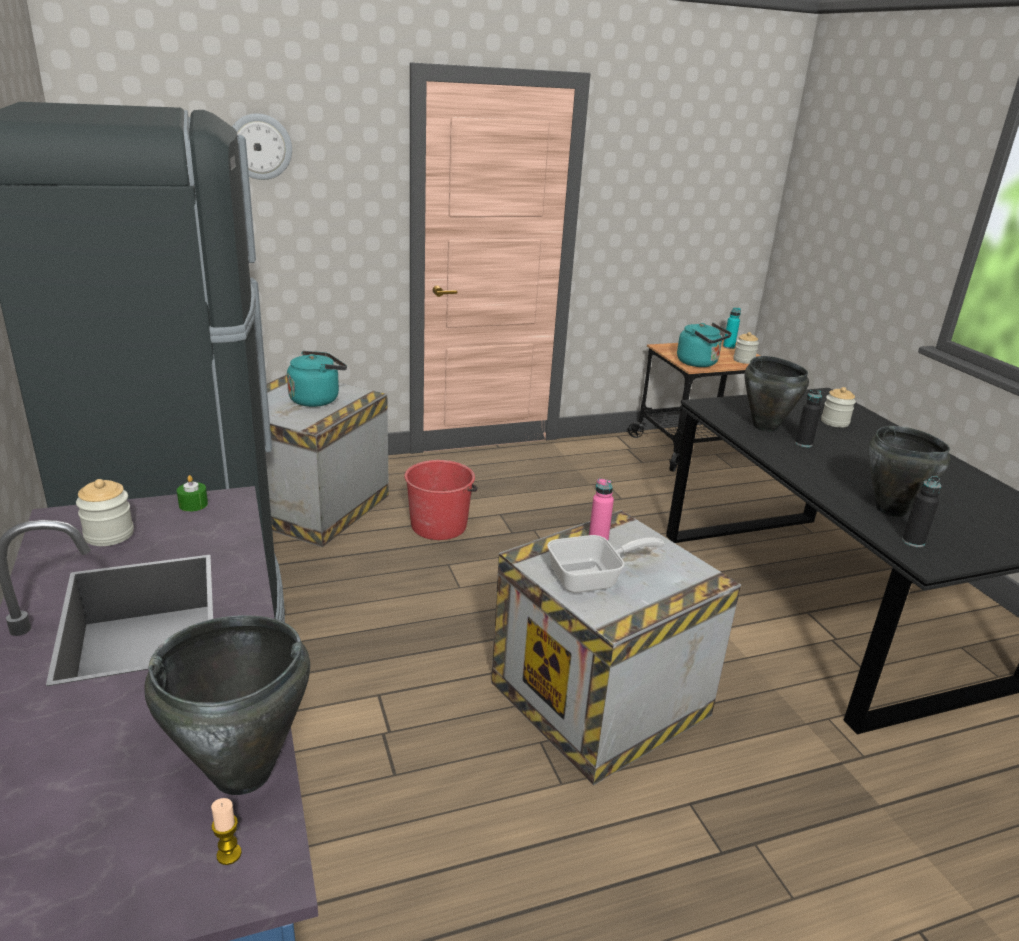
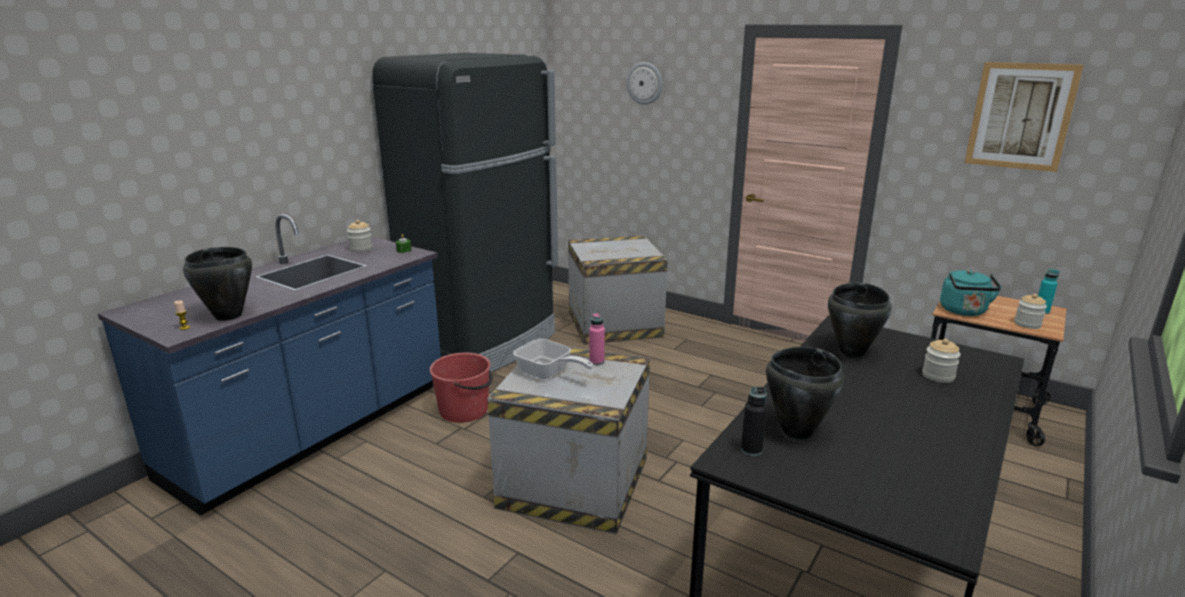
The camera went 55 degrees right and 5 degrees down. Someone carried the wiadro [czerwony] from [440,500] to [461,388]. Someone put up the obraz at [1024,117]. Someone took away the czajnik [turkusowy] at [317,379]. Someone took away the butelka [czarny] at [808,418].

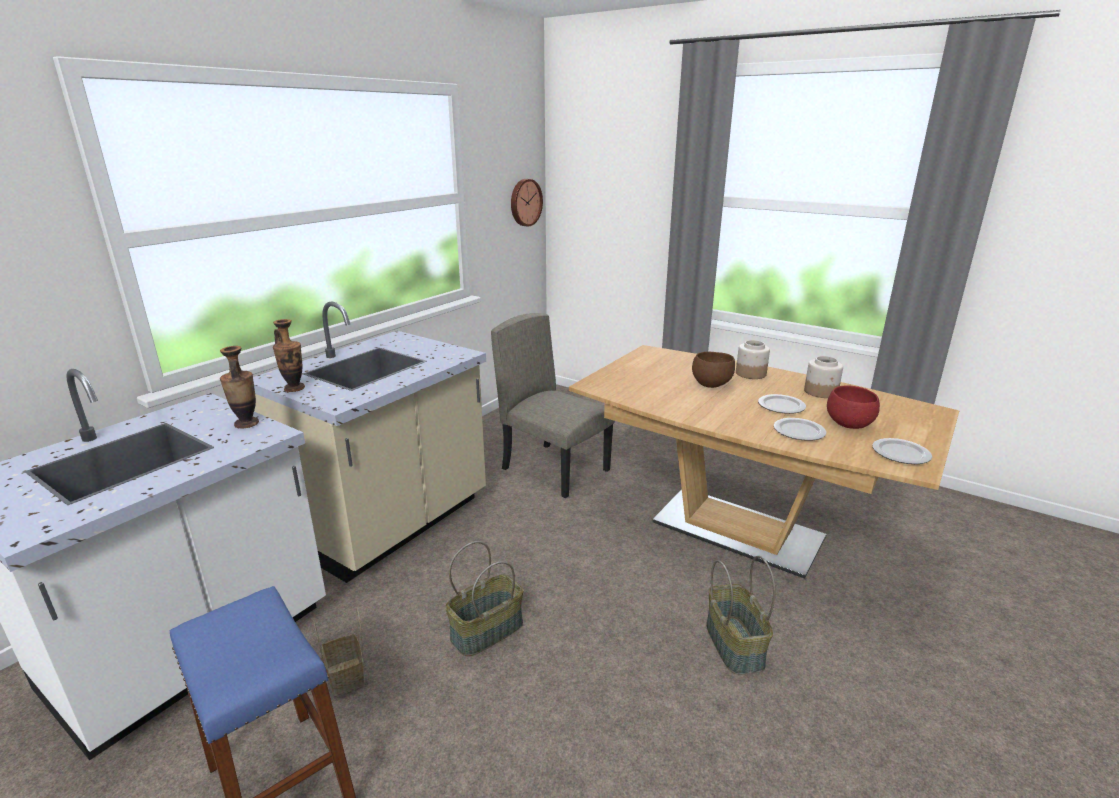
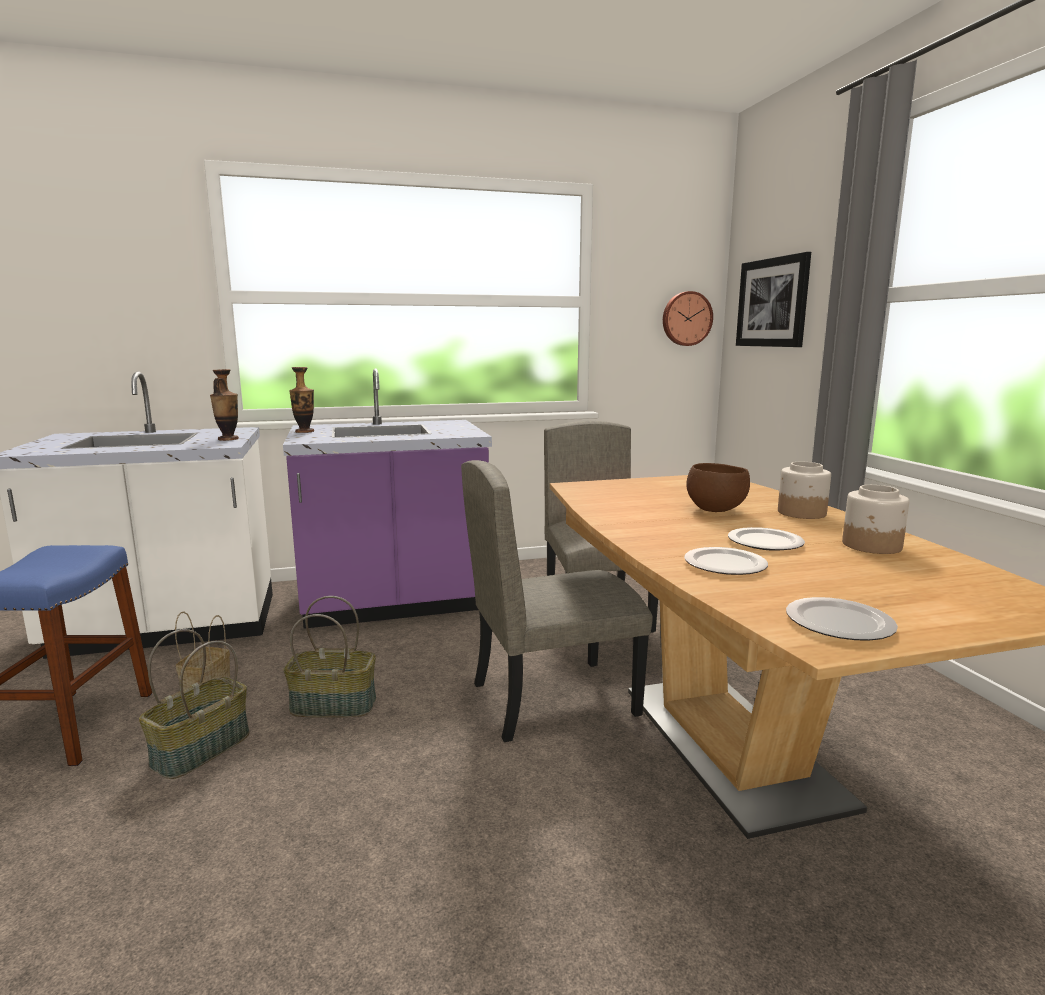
The camera went 40 degrees right and 10 degrees down. Someone carried the koszyk from [740,615] to [194,704]. Someone repainted the zabudowa kuchenna [beżowy] at [369,442], which became the zabudowa kuchenna [fioletowy] at [387,498]. Someone put down the krzesło [beżowy] at [556,601]. Someone put up the obraz at [773,299]. Someone took away the miska [czerwony] at [853,407].

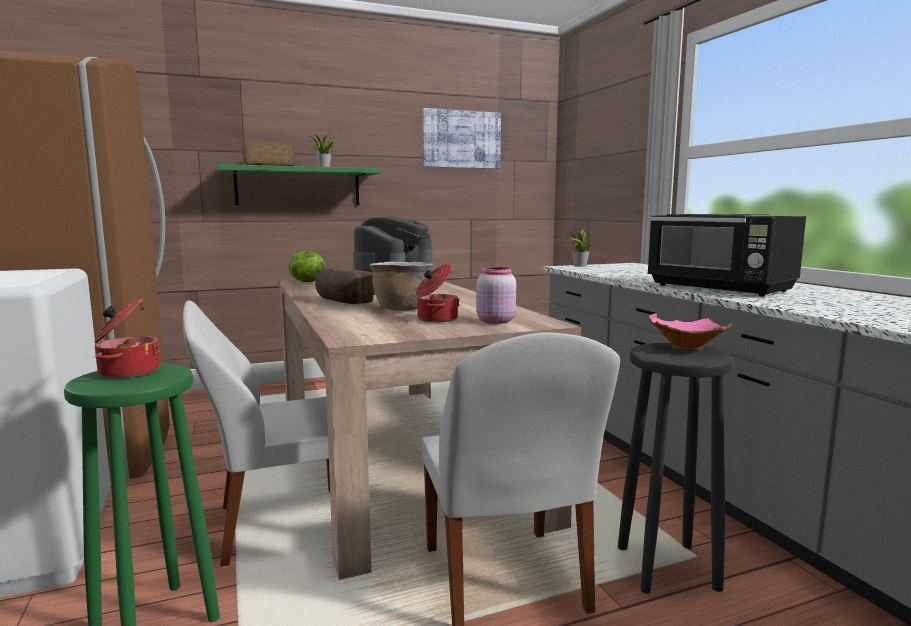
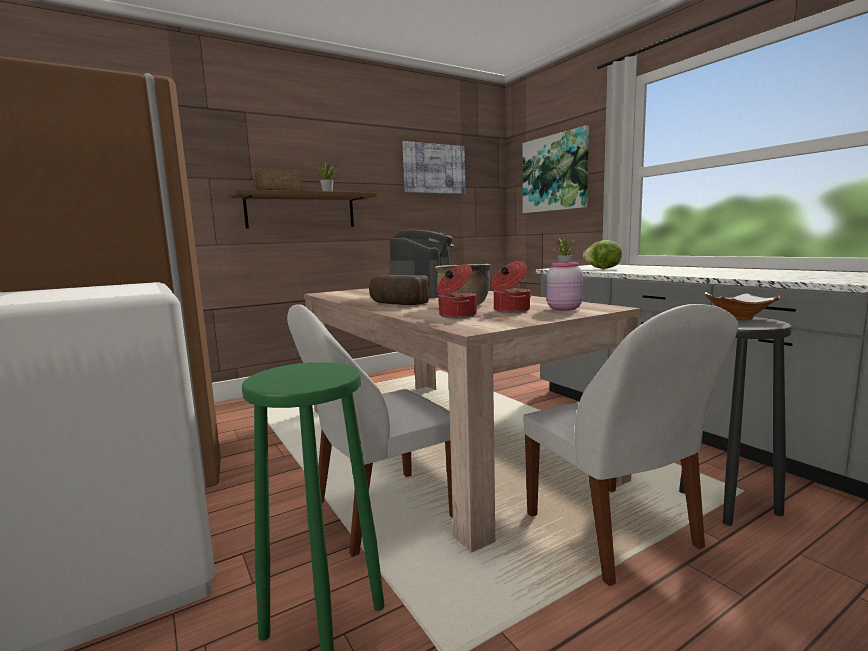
The camera went 10 degrees left and 0 degrees up. Someone repainted the półka [zielony] at [299,184], which became the półka [brązowy] at [303,208]. Someone carried the garnek from [127,338] to [457,291]. Someone put up the obraz at [556,169]. Someone carried the sałata from [306,266] to [602,254]. Someone repainted the miska [różowy] at [690,332], which became the miska [biały] at [743,306]. Someone took away the mikrofalówka [czarny] at [726,255].

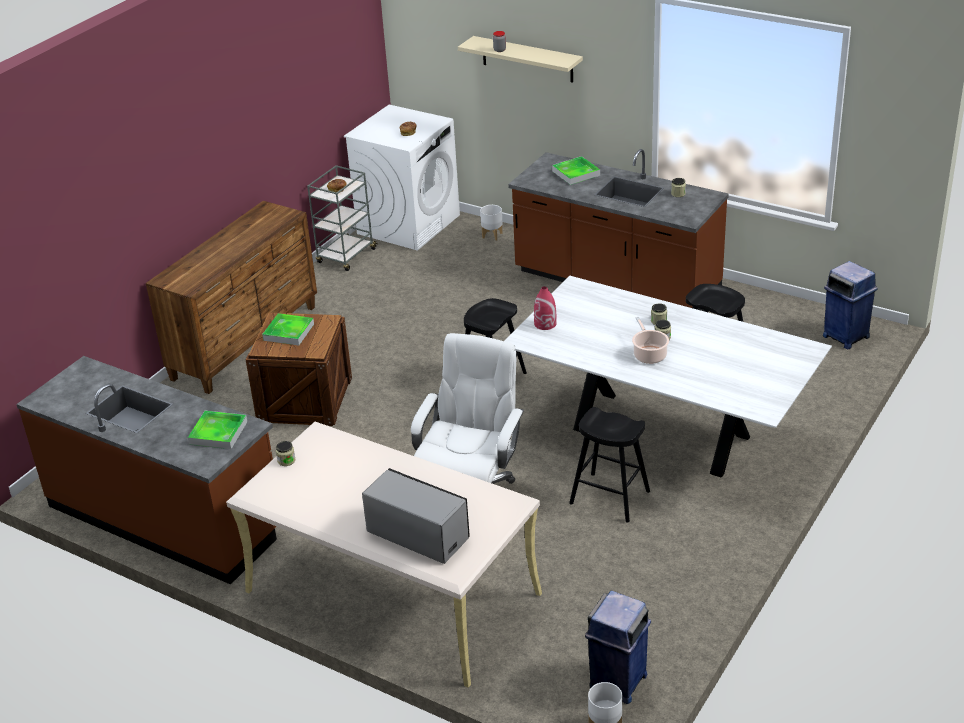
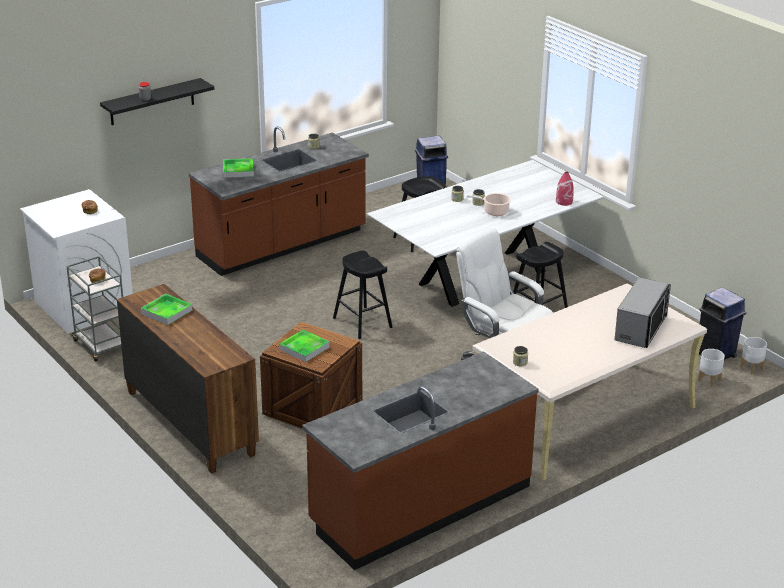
The camera went 70 degrees left and 5 degrees down. Someone repainted the półka [beżowy] at [520,59], which became the półka [czarny] at [157,101]. Someone carried the taca from [217,430] to [166,309]. Someone carried the wazon [czerwony] from [545,308] to [565,189]. Someone rotated the mikrofalówka at [416,516] by 150 degrees clockwise. Someone carried the donica [biały] from [491,223] to [711,368].

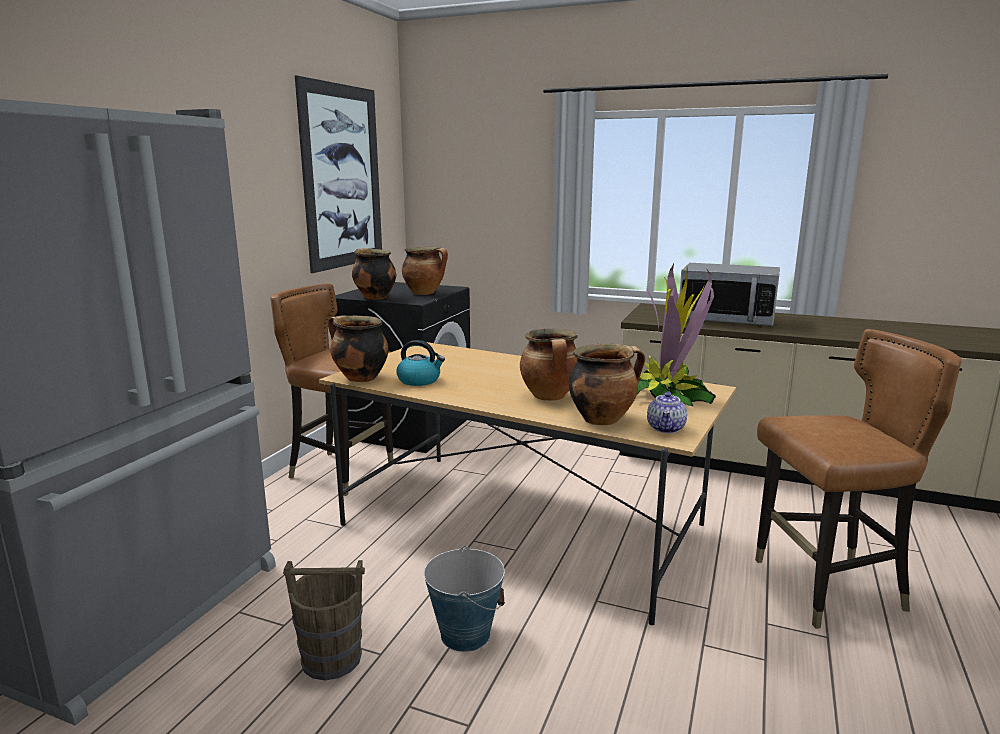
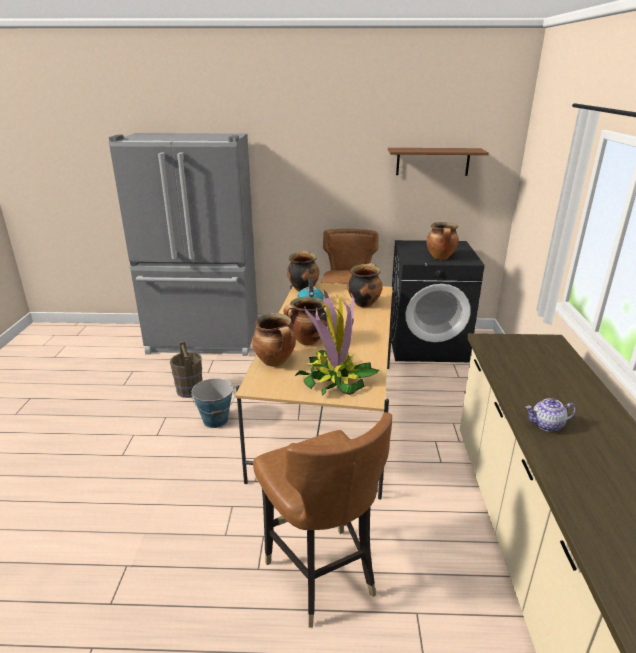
The camera went 70 degrees right and 10 degrees up. Someone carried the garnek from [374,274] to [365,285]. Someone swapped the obraz at [338,174] for the półka [brązowy] at [438,162]. Someone carried the imbryk from [667,412] to [551,415]. Someone took away the mikrofalówka at [729,294].

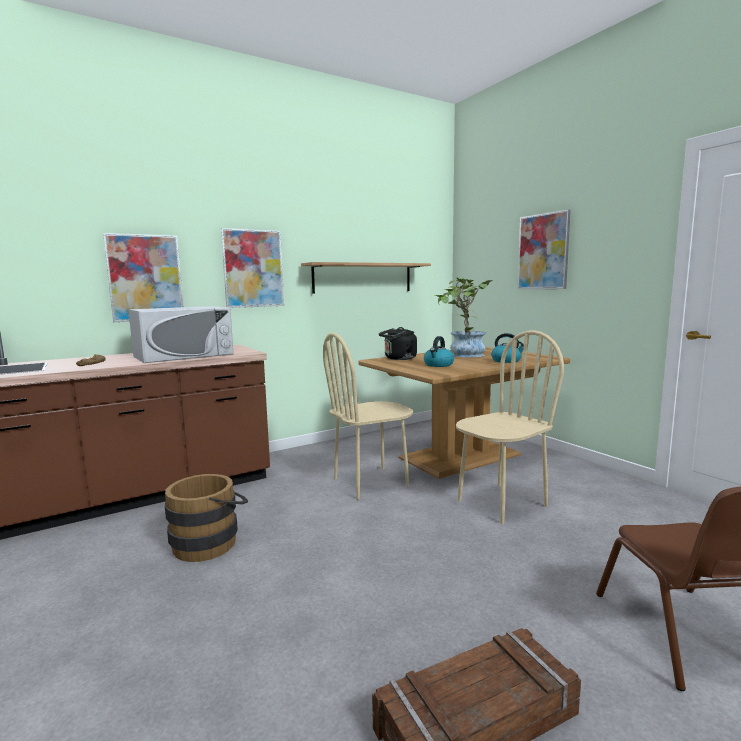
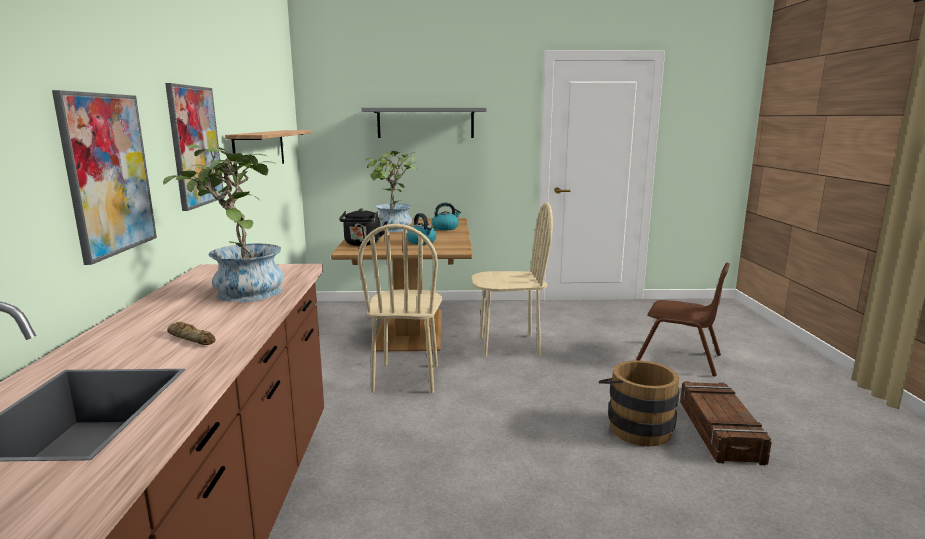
The camera went 60 degrees left and 5 degrees up. Someone swapped the mikrofalówka [biały] at [181,334] for the roślina doniczkowa at [223,223]. Someone swapped the obraz at [544,249] for the półka [szary] at [424,123]. Someone rotated the krzesło [beżowy] at [510,427] by 90 degrees clockwise. Someone carried the wiadro [brązowy] from [206,518] to [639,403].

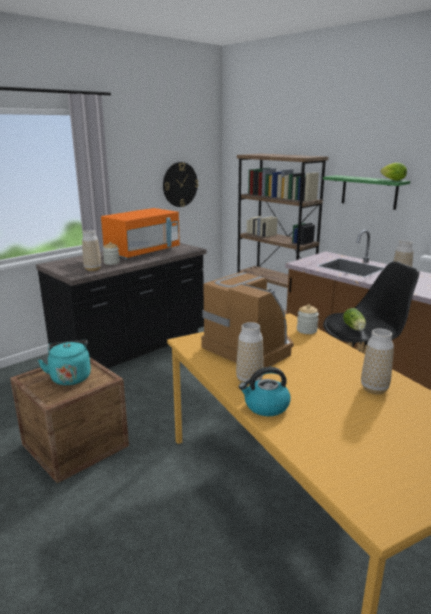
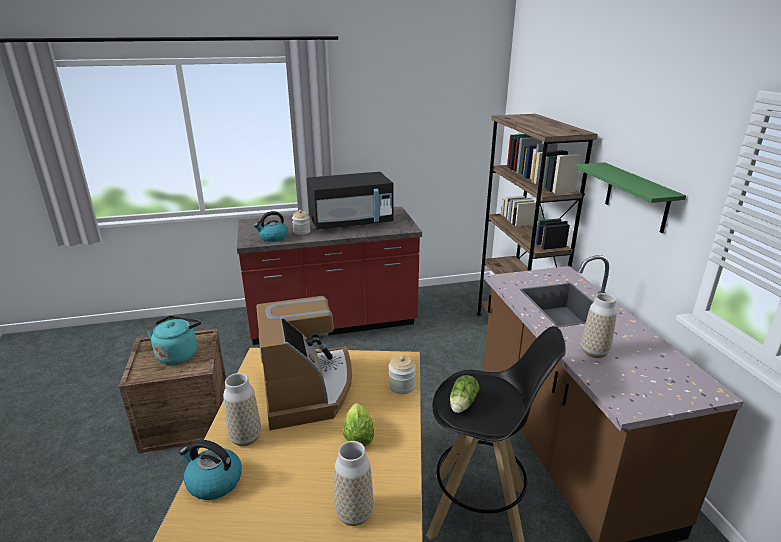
The camera went 30 degrees right and 5 degrees up. Someone repainted the zabudowa kuchenna [czarny] at [121,306], which became the zabudowa kuchenna [czerwony] at [329,276]. Someone swapped the wazon at [91,250] for the czajnik at [271,226]. Someone repainted the mikrofalówka [pomarańczowy] at [140,233], which became the mikrofalówka [czarny] at [350,201]. Someone carried the sałata from [393,172] to [358,424]. Someone took away the zegar ścienny at [180,184].

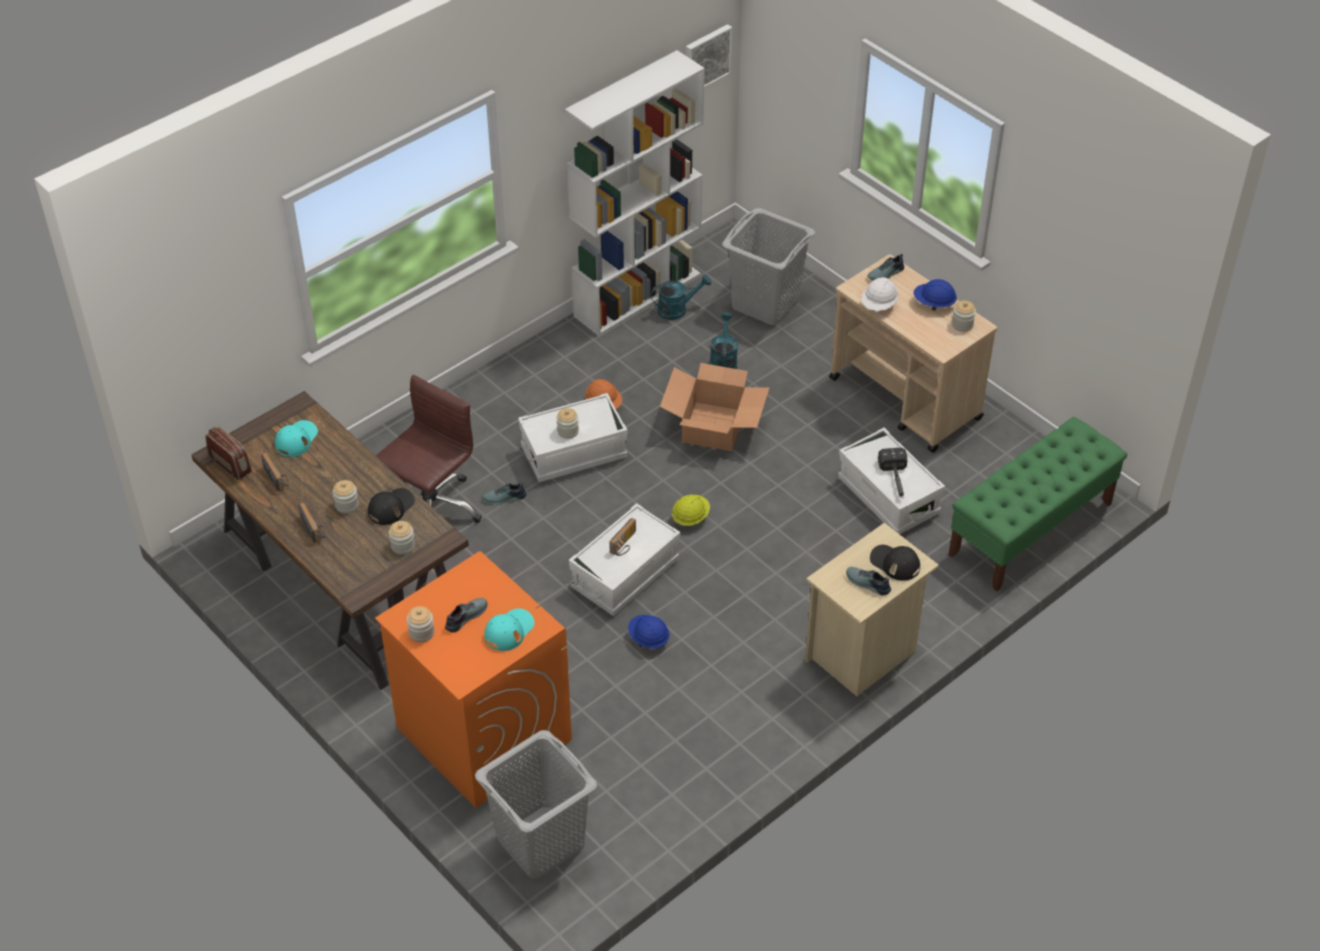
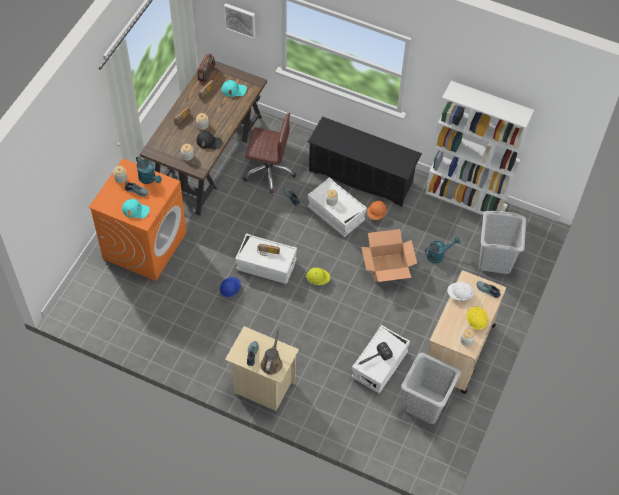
The camera went 65 degrees right and 10 degrees up. Someone carried the konewka [turkusowy] from [681,297] to [149,170]. Someone carried the obraz from [709,56] to [240,21]. Someone swapped the czapka z daszkiem [czarny] at [895,563] for the konewka [brązowy] at [271,350]. Someone put down the regał na buty [czarny] at [364,161]. Someone carried the kosz na pranie [szary] from [536,804] to [431,388]. Someone repainted the kask [niebieski] at [935,295], which became the kask [żółty] at [477,318]. Someone took away the ławka [zielony] at [1038,504].

